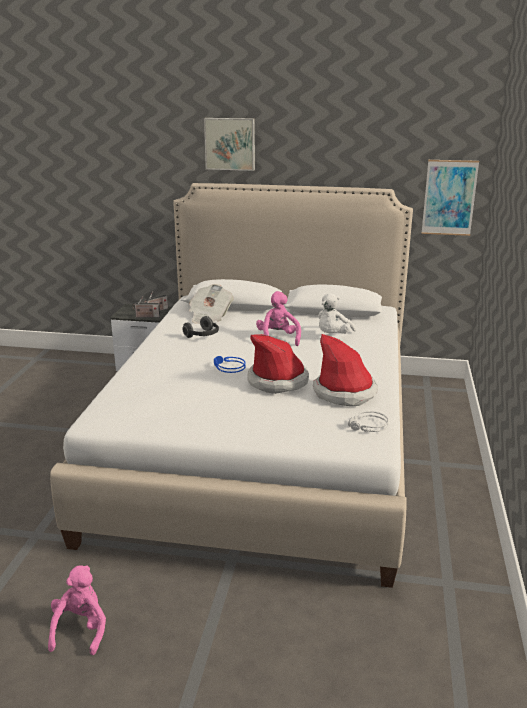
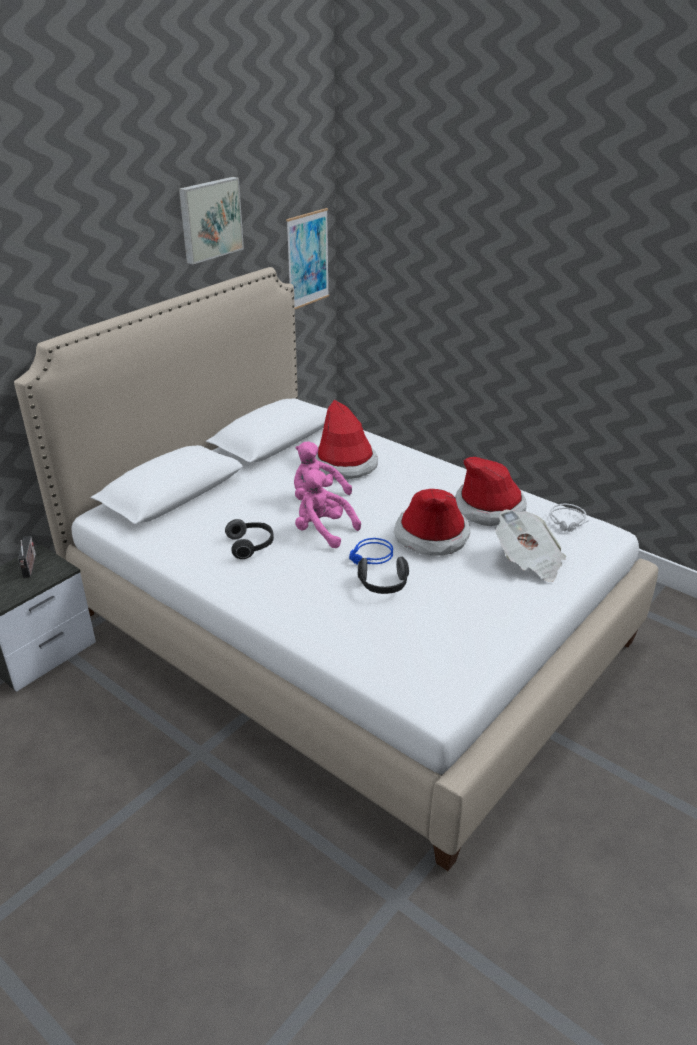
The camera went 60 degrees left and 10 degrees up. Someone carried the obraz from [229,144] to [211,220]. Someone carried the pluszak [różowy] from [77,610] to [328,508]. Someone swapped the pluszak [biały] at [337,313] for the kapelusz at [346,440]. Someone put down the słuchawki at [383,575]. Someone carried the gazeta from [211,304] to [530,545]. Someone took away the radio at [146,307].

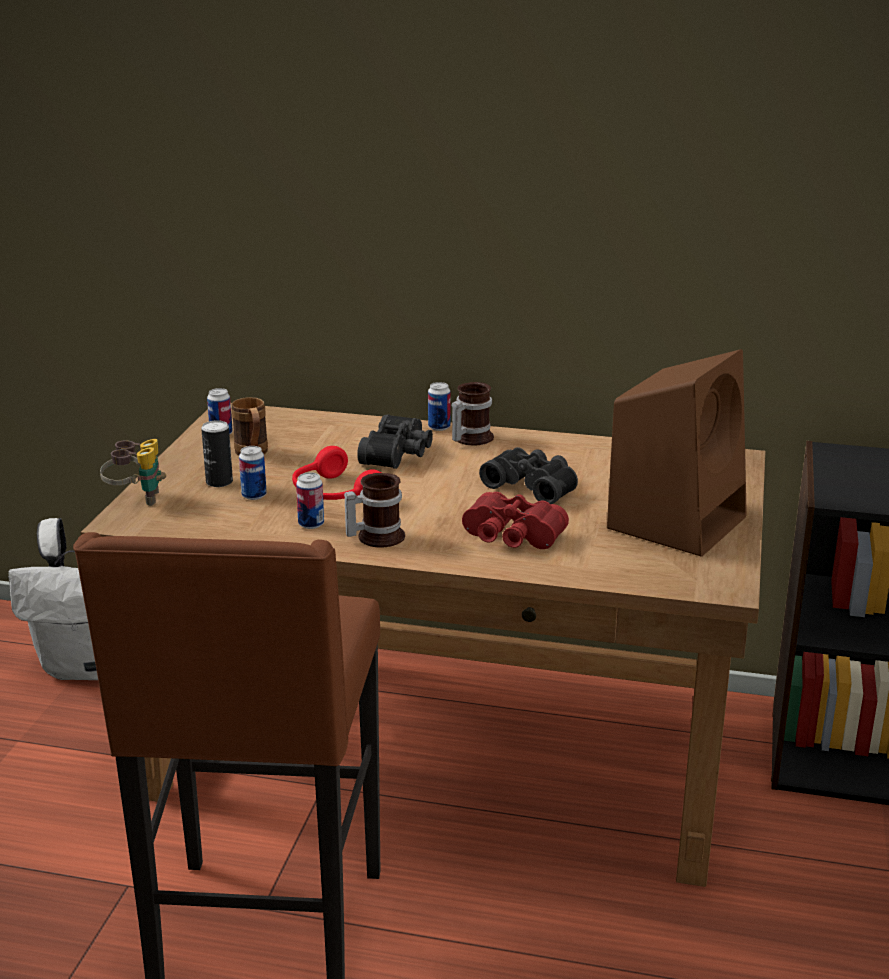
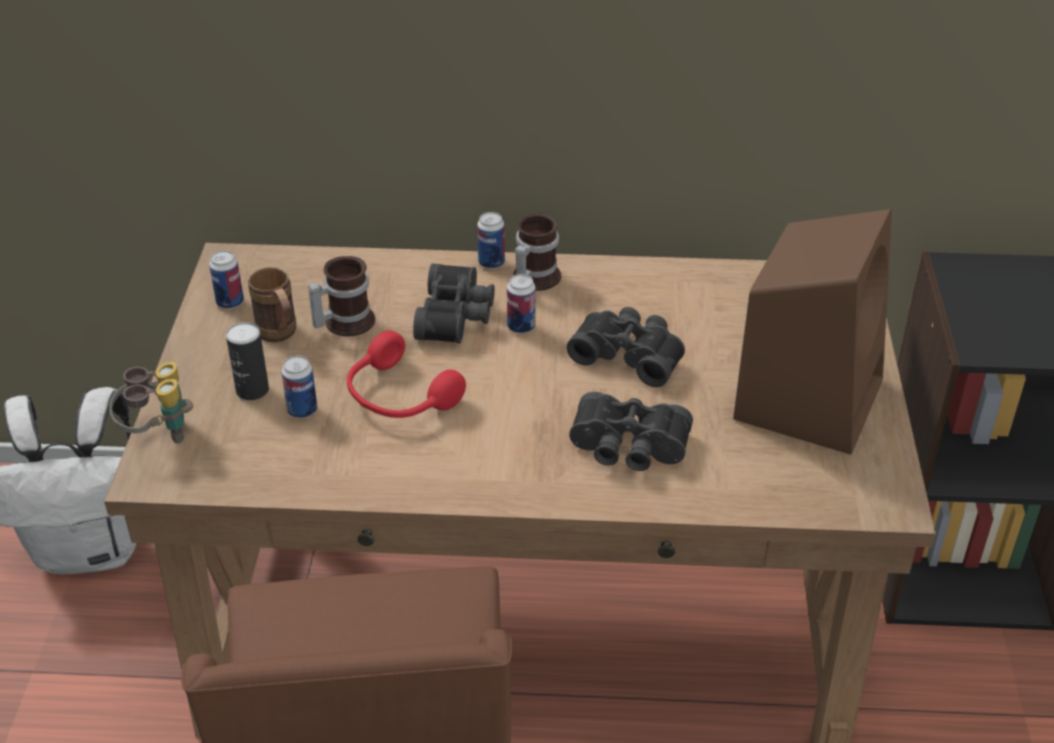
The camera went 10 degrees left and 15 degrees up. Someone carried the kubek from [374,510] to [341,296]. Someone carried the puszka from [310,500] to [521,304]. Someone repainted the lornetka [czerwony] at [515,520], which became the lornetka [czarny] at [631,431].

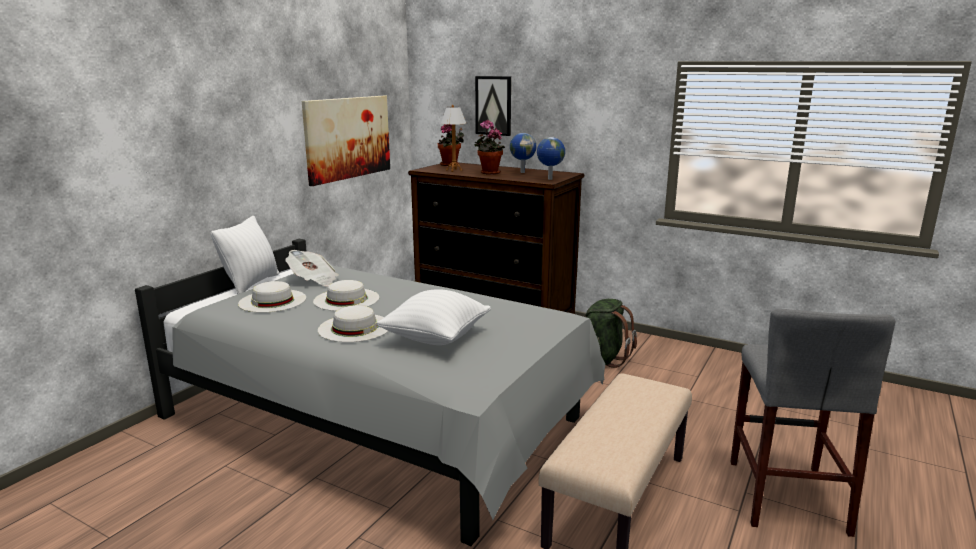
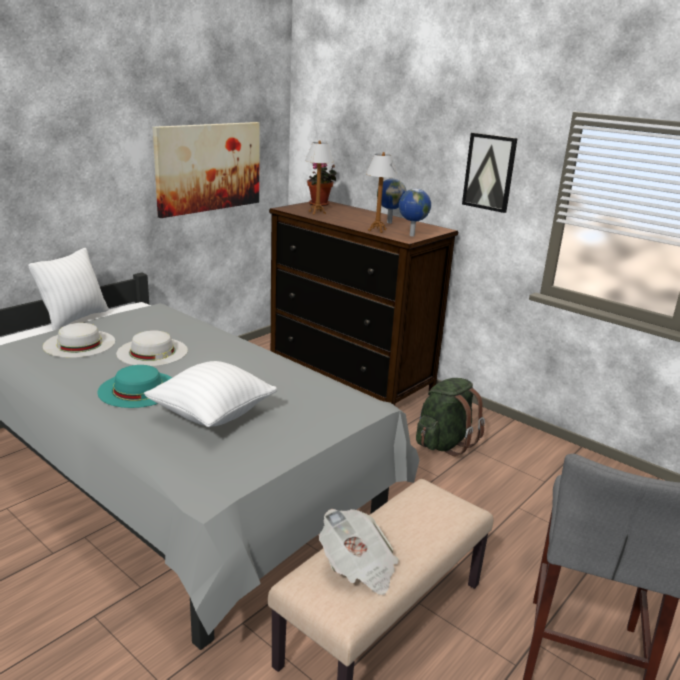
The camera went 10 degrees right and 5 degrees up. Someone repainted the kapelusz [biały] at [353,323], which became the kapelusz [turkusowy] at [135,386]. Someone carried the gazeta from [312,268] to [359,552]. Someone put down the lampa stołowa at [381,192]. Someone carried the obraz from [493,106] to [490,173]. Someone took away the roślina doniczkowa at [490,147].

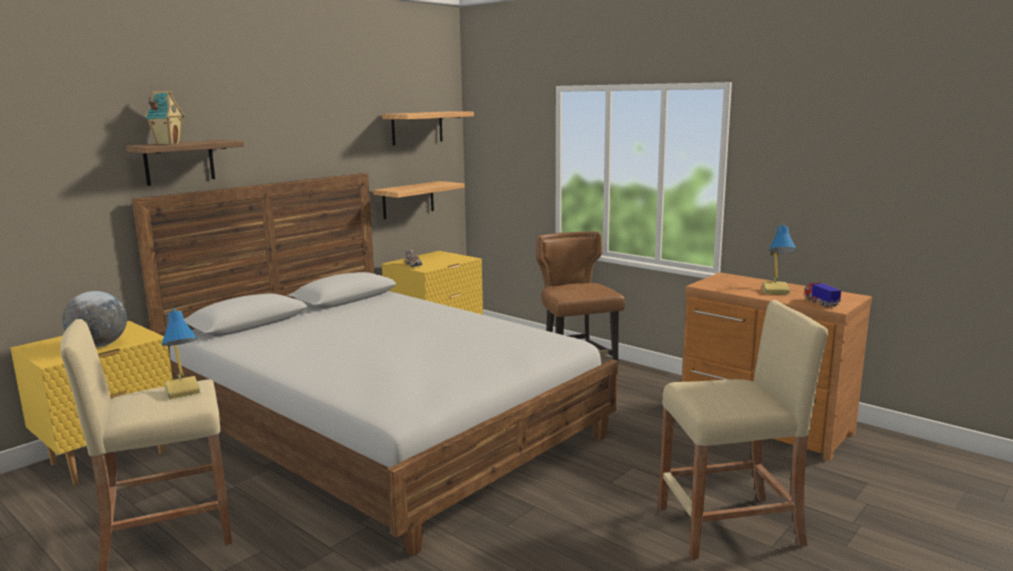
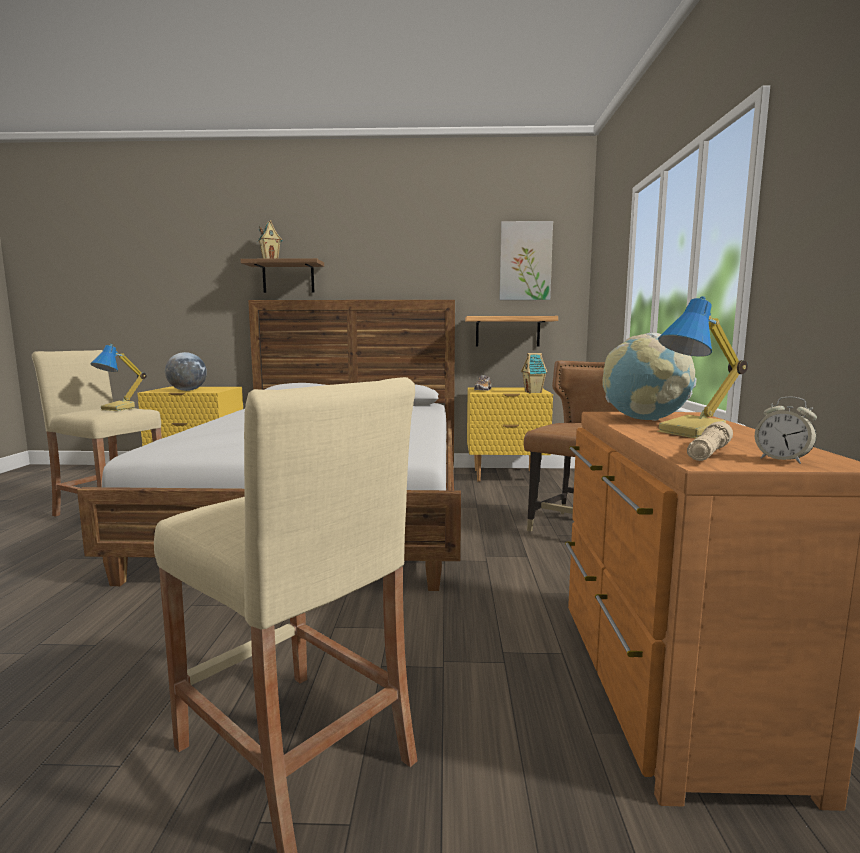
The camera went 50 degrees right and 5 degrees down. Someone swapped the półka at [428,128] for the obraz at [526,260]. Someone put down the domek at [534,373]. Someone put down the globus at [649,377]. Someone swapped the ciężarówka zabawkowa at [823,295] for the latarka [beżowy] at [710,441]. Someone put down the budzik at [786,430].

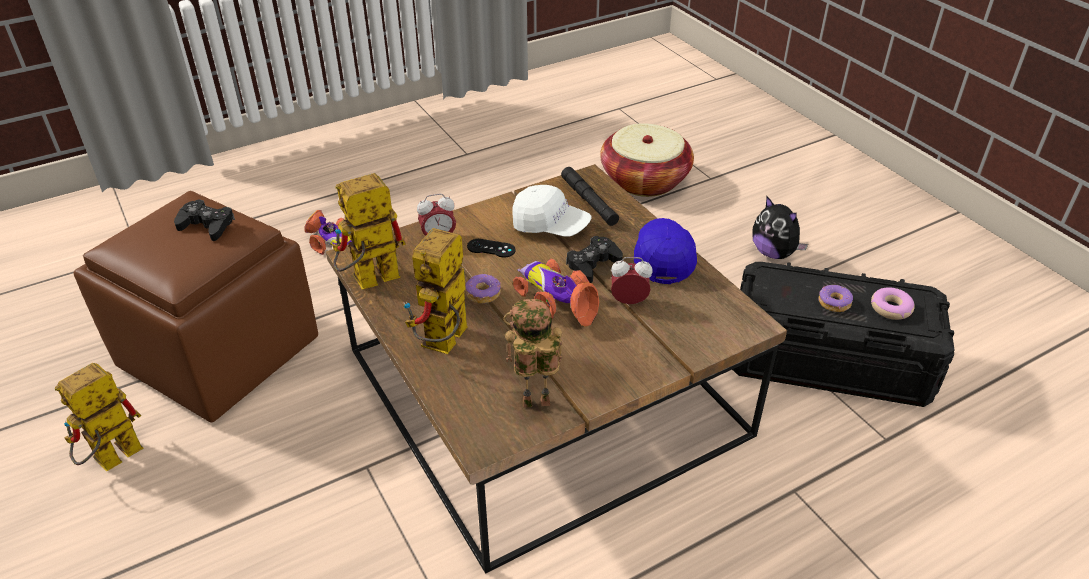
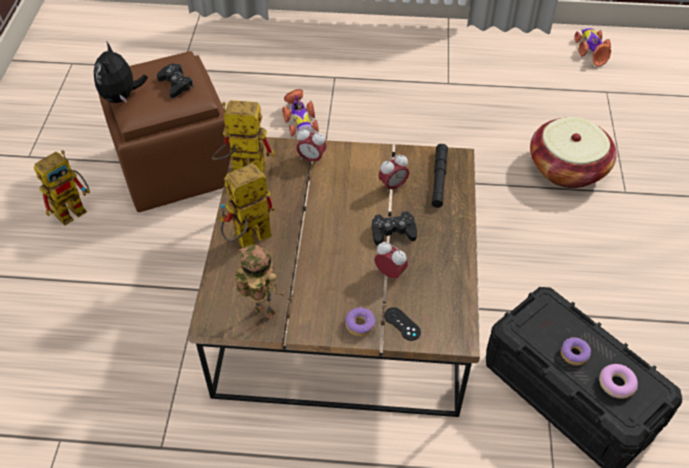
The camera went 35 degrees right and 10 degrees up. Someone rotated the robot zabawkowy at [99,417] by 150 degrees clockwise. Someone carried the pluszak from [780,228] to [121,72]. Someone carried the donut from [483,289] to [360,321]. Someone swapped the czapka z daszkiem [biały] at [551,211] for the budzik at [393,173]. Someone carried the pad do gier [czarny] from [491,248] to [402,324]. Someone carried the samochodzik from [556,292] to [592,47]. Someone took away the czapka z daszkiem [niebieski] at [665,251].

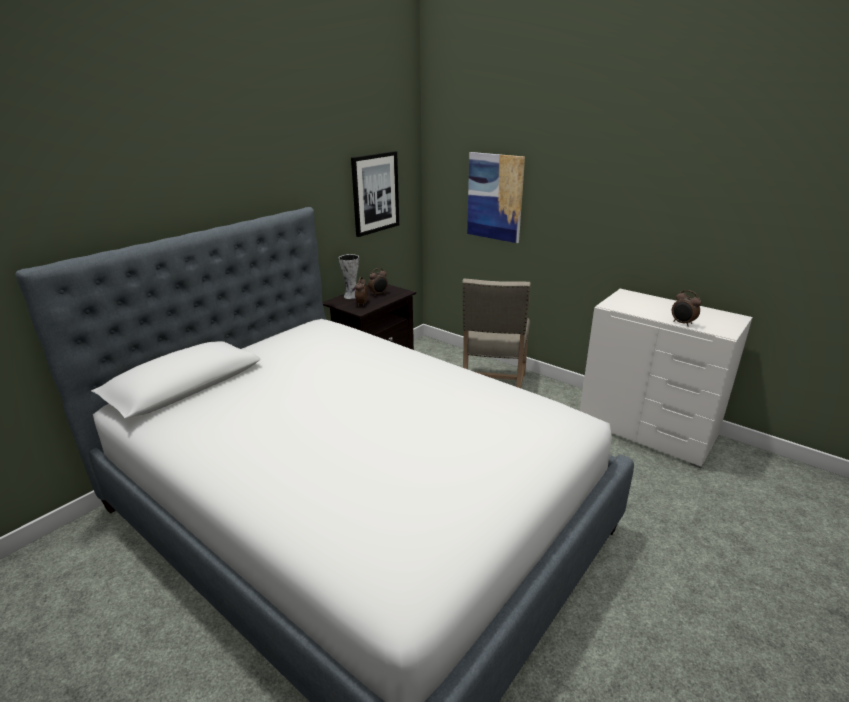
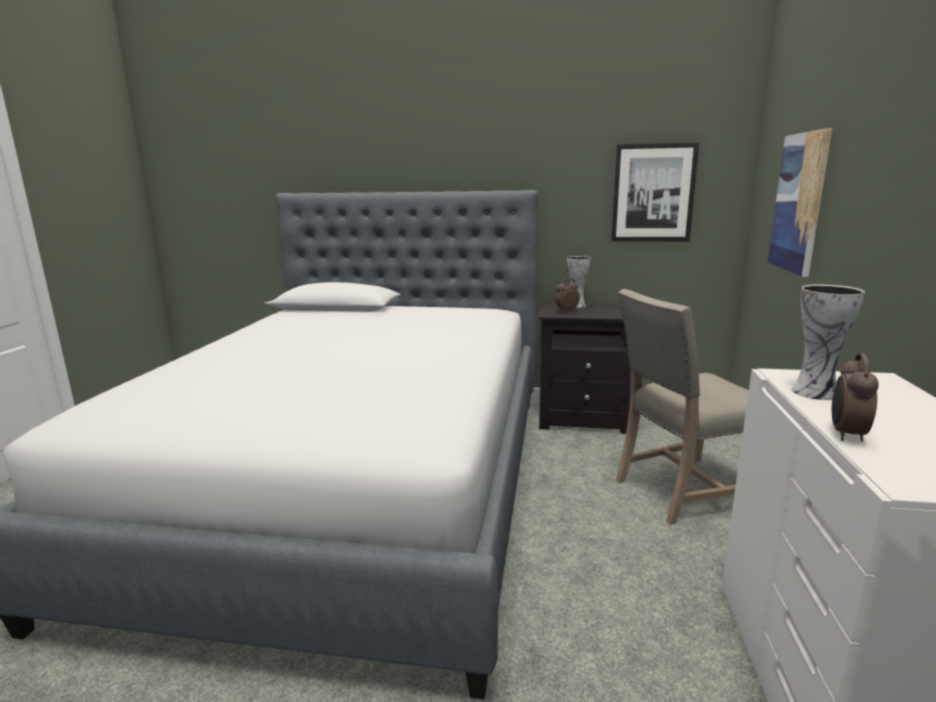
The camera went 60 degrees right and 10 degrees down. Someone put down the wazon at [828,342]. Someone took away the budzik at [378,281].

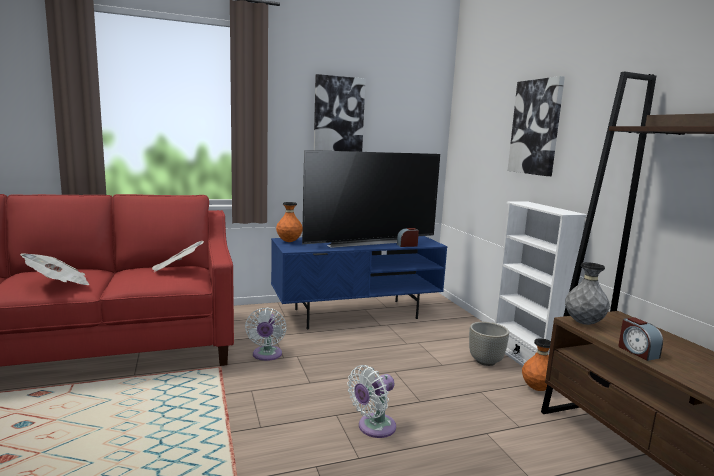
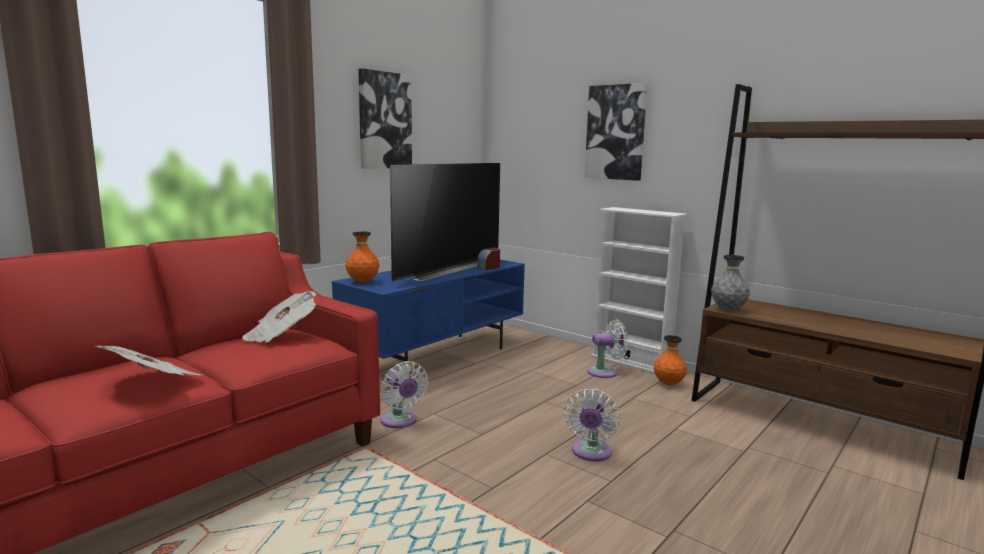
The camera went 30 degrees left and 0 degrees up. Someone swapped the donica [szary] at [489,344] for the wentylator [biały] at [607,348]. Someone took away the budzik at [640,339].

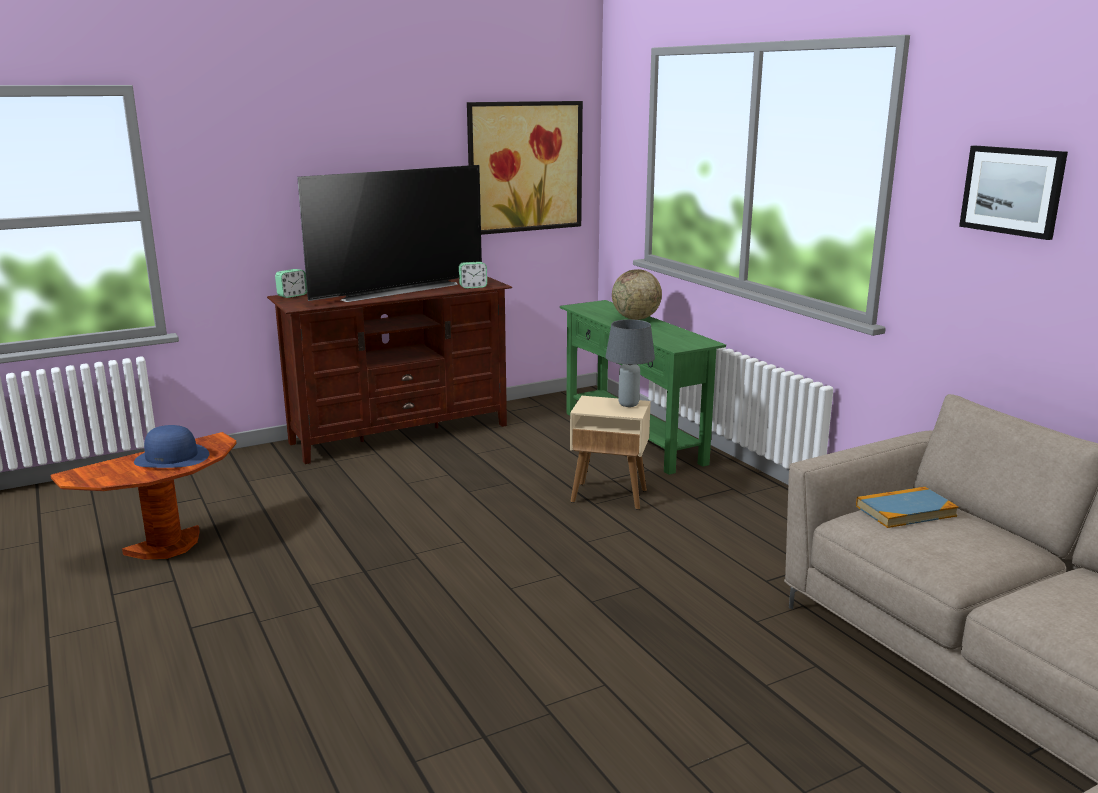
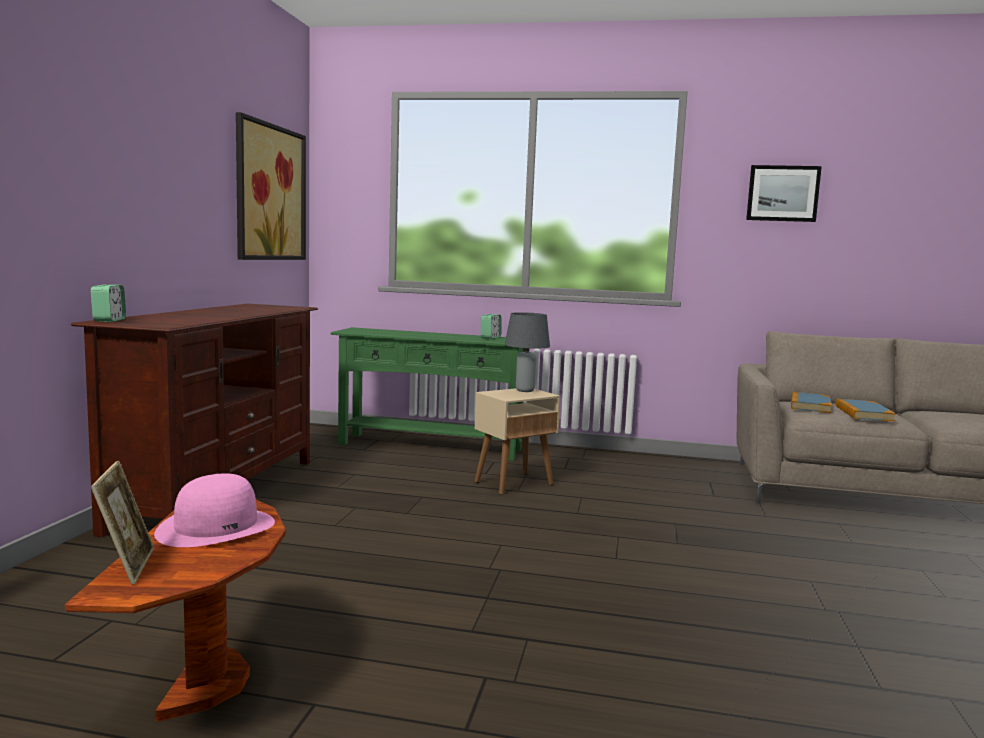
The camera went 50 degrees left and 10 degrees down. Someone put down the ramka na zdjęcie at [122,523]. Someone repainted the kapelusz [niebieski] at [171,446], which became the kapelusz [różowy] at [214,510]. Someone carried the budzik from [473,275] to [491,326]. Someone put down the książka at [865,410]. Someone took away the telewizor at [389,233]. Someone took away the globus at [637,294].

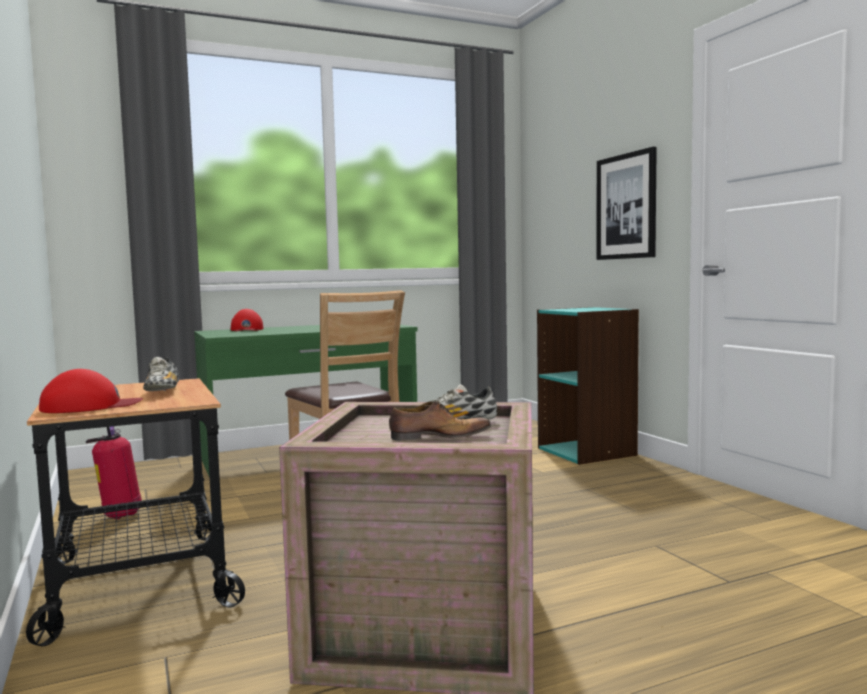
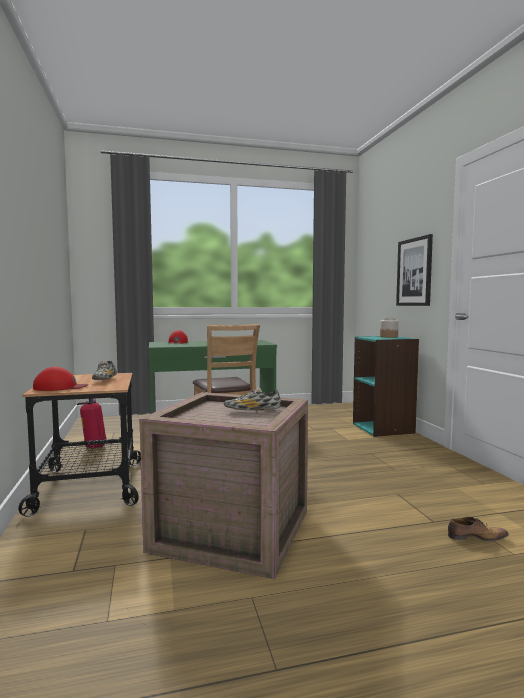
The camera went 10 degrees right and 0 degrees up. Someone put down the słoik at [389,328]. Someone carried the but from [440,421] to [478,529].

